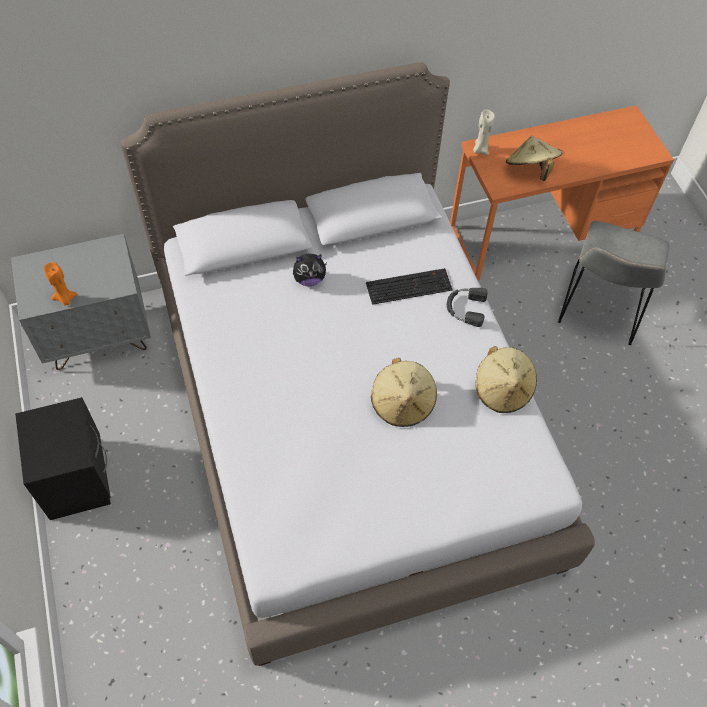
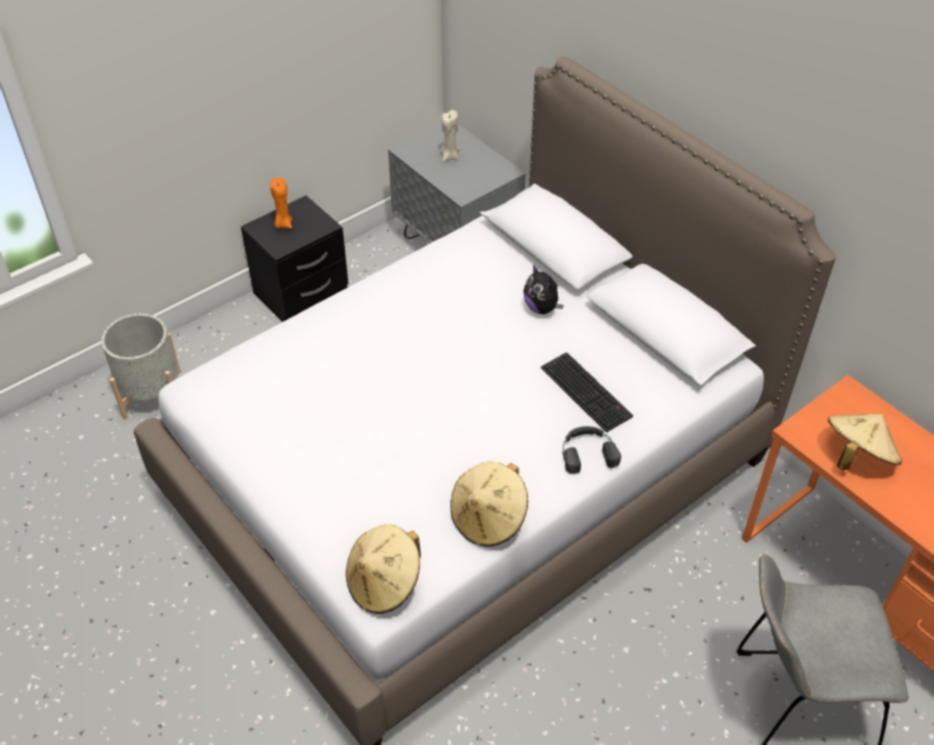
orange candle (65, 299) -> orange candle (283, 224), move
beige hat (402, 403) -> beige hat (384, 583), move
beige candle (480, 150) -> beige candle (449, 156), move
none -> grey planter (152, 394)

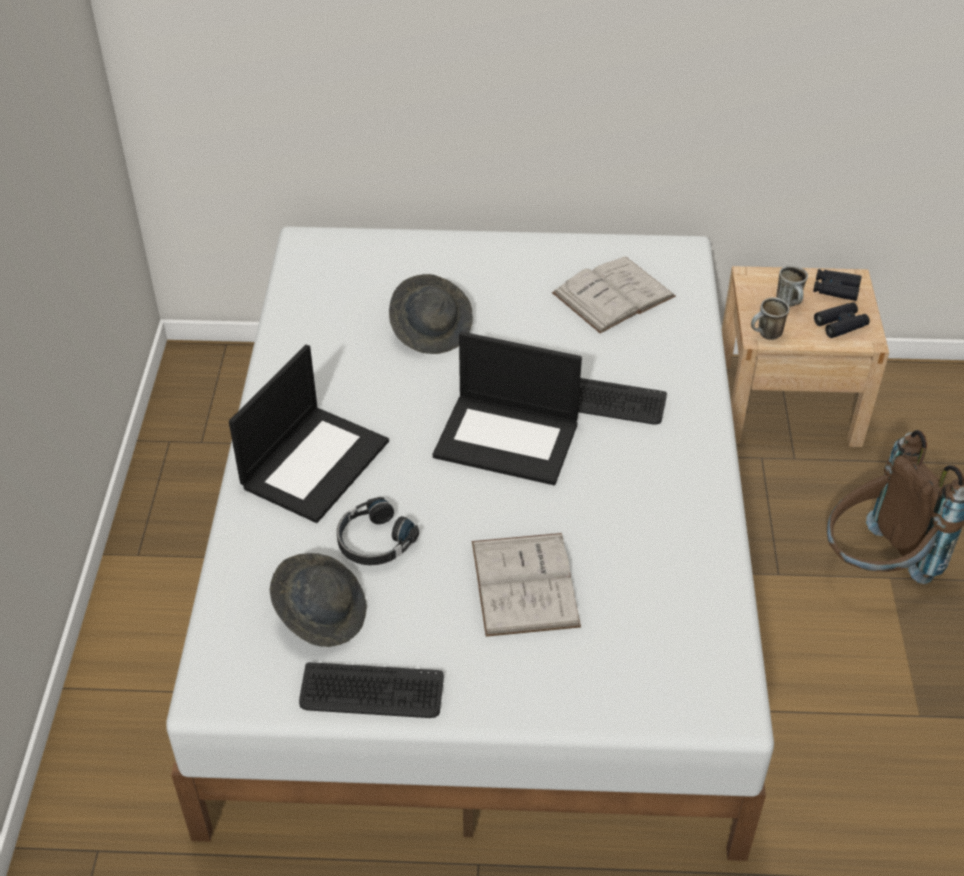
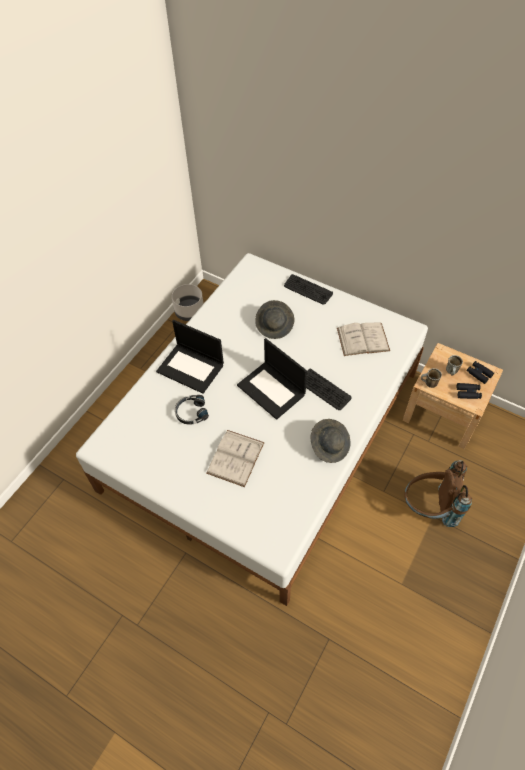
laptop (315, 462) -> laptop (191, 368), 60 degrees clockwise
grey hat (321, 613) -> grey hat (330, 445), move
keyboard (371, 692) -> keyboard (307, 290), move
none -> grey planter (190, 311)

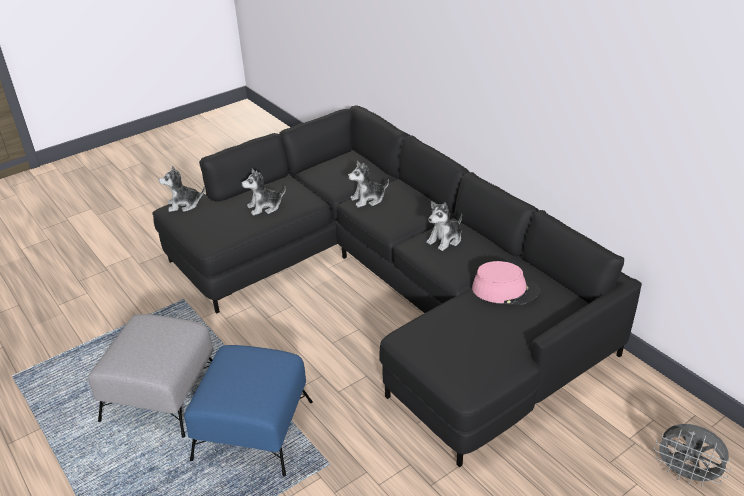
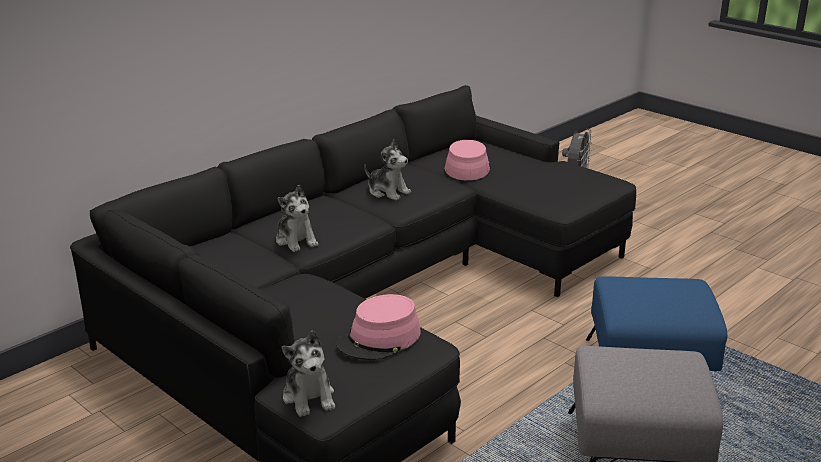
plush toy (265, 207) -> none
none -> pink hat (379, 339)

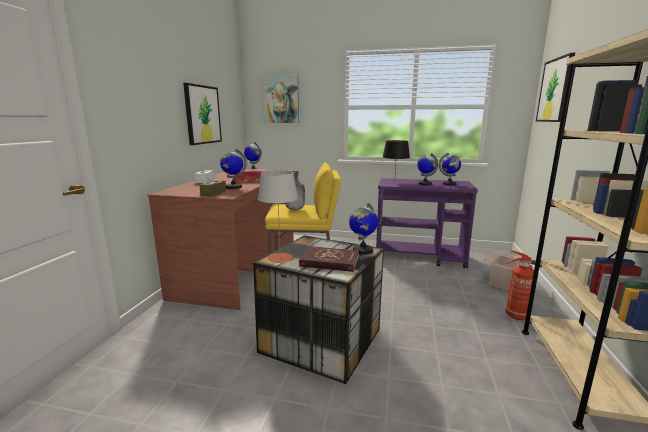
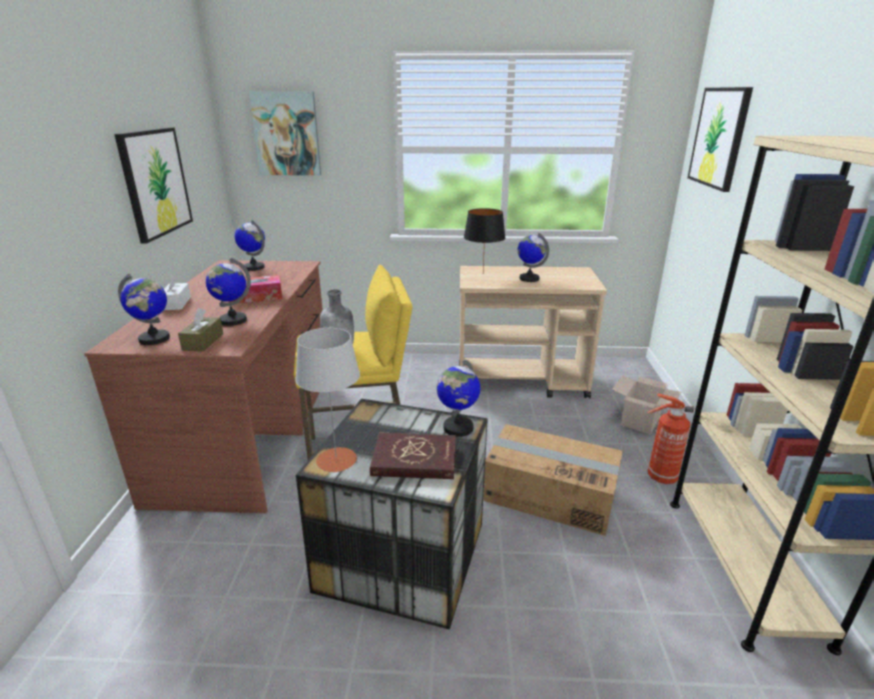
purple cart (420, 256) -> beige cart (521, 381)
globe (449, 184) -> globe (154, 339), move
none -> cardboard box (550, 494)

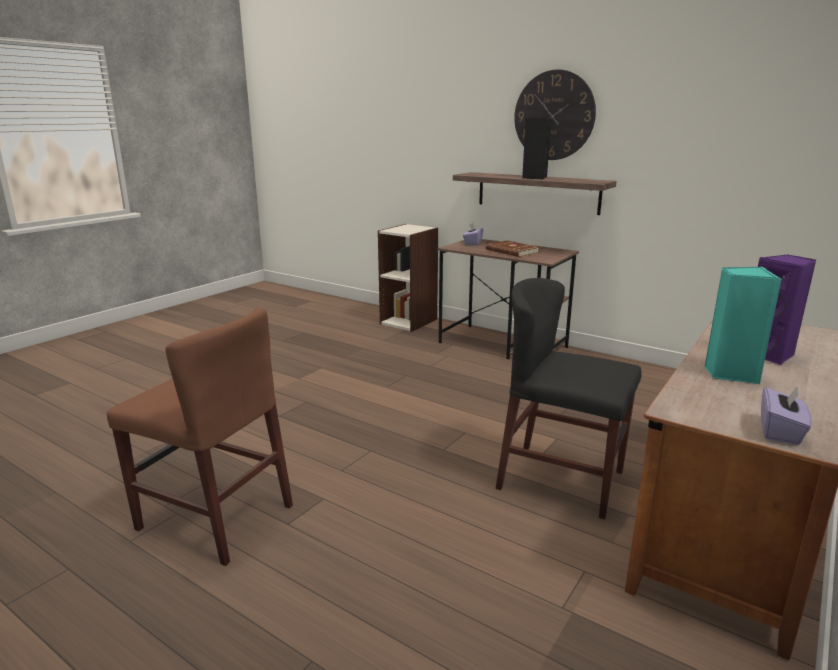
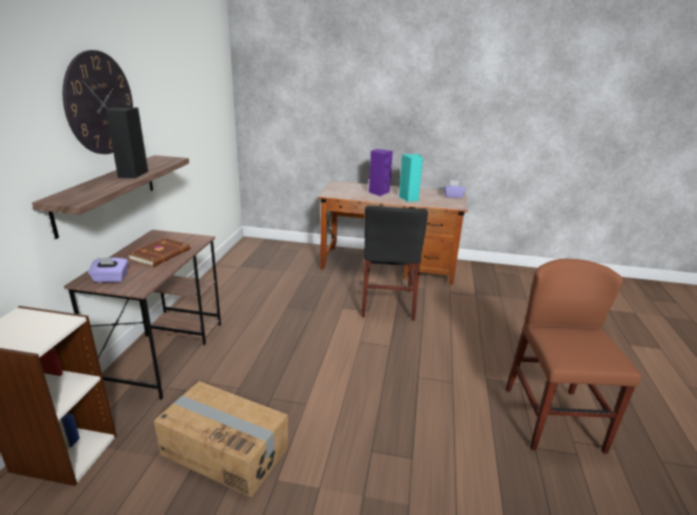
none -> cardboard box (225, 450)

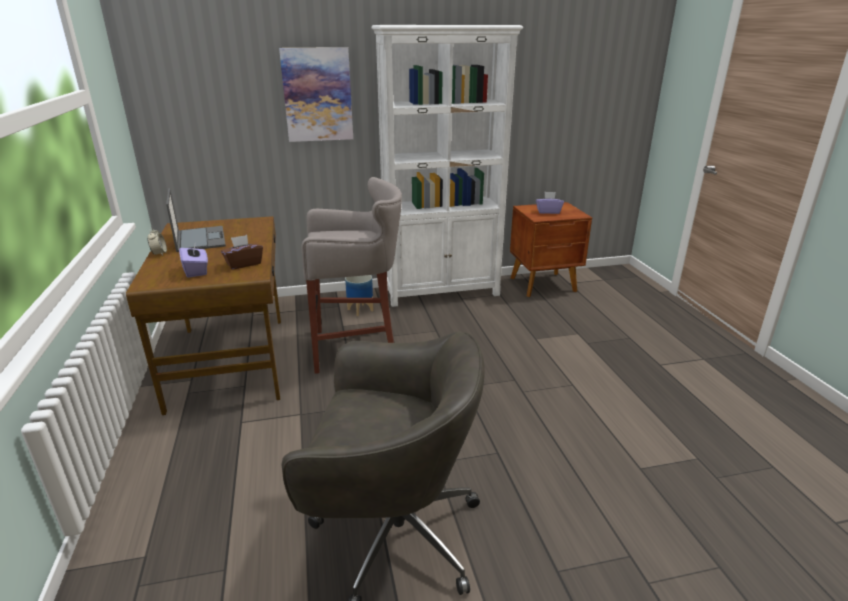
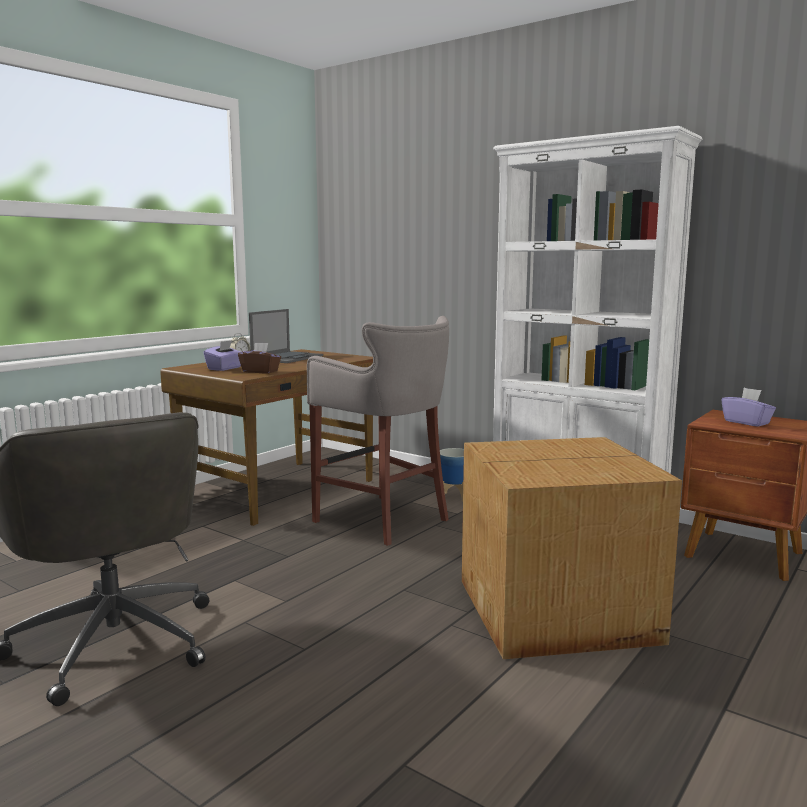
picture (317, 95) -> none
none -> cardboard box (559, 611)

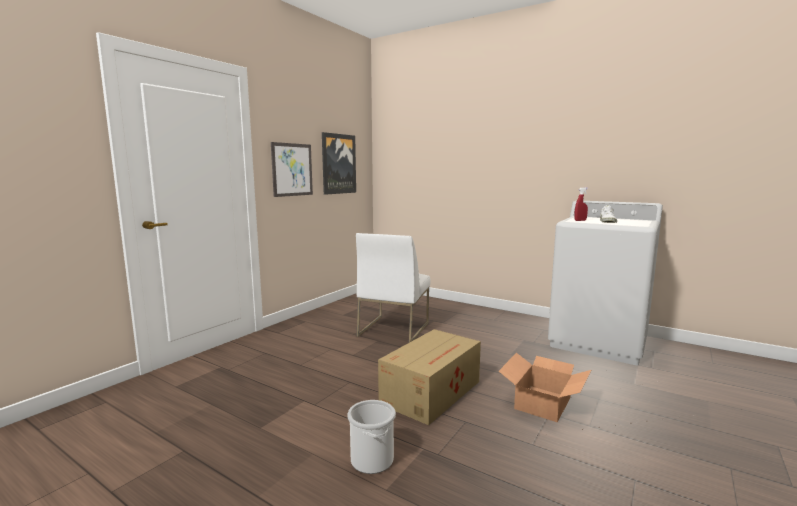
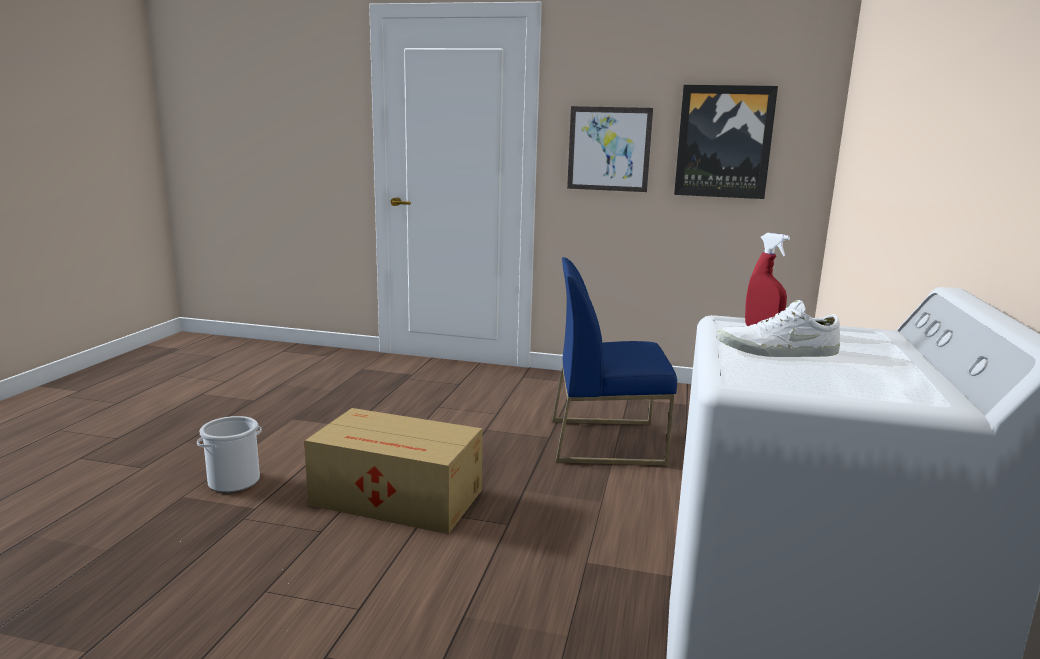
white chair (393, 329) -> blue chair (607, 441)
cardboard box (543, 403) -> none

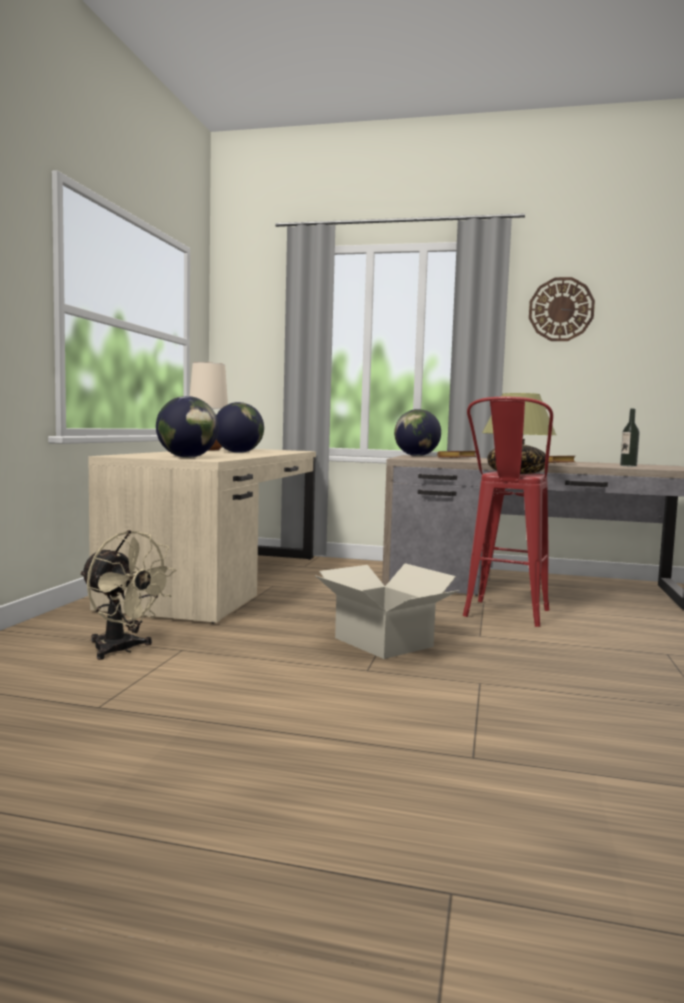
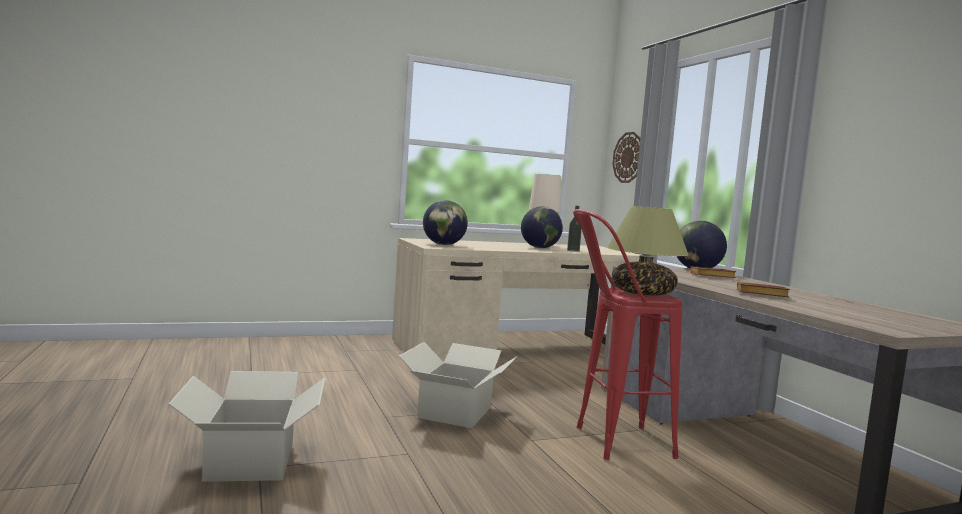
beige fan (122, 650) -> none
wall clock (561, 309) -> wall clock (628, 157), move
bottle (628, 466) -> bottle (573, 251), move
none -> cardboard box (251, 461)

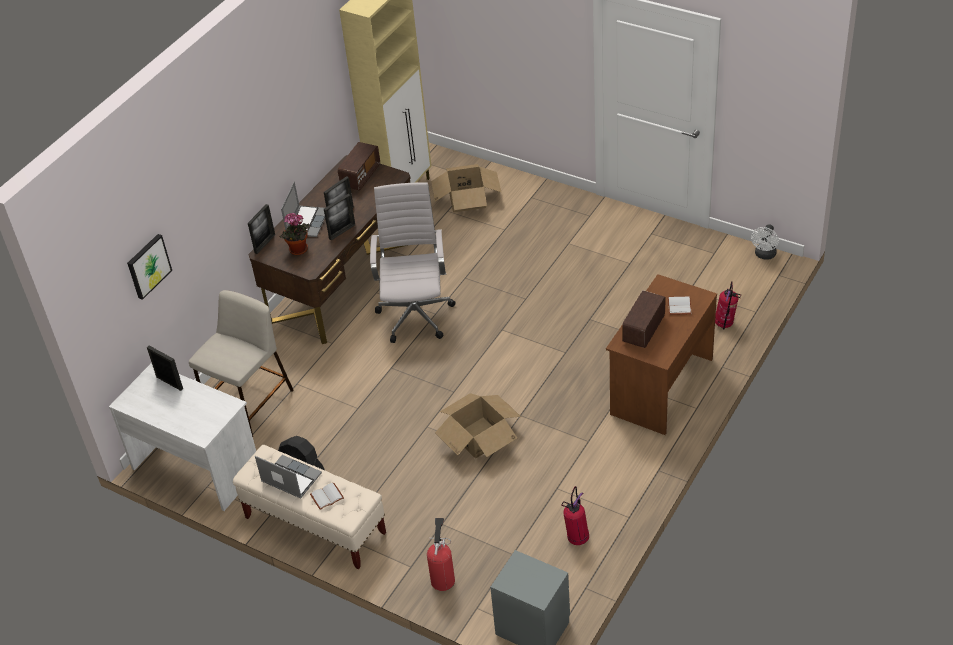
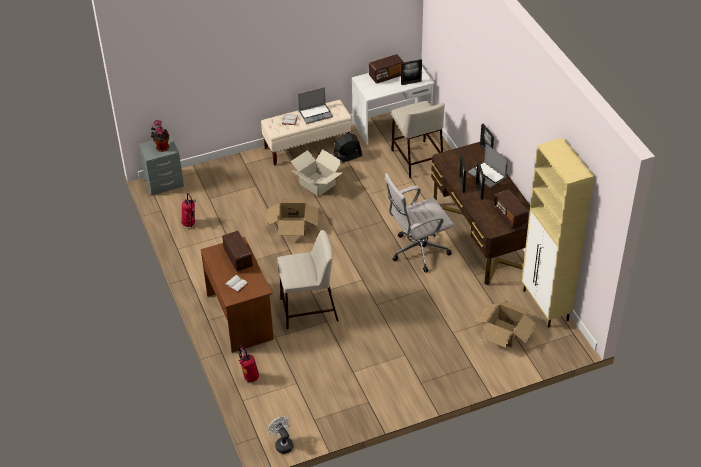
picture (148, 266) -> none
potted plant (298, 251) -> potted plant (161, 147), move
white office chair (415, 314) -> white office chair (417, 252), 120 degrees clockwise
fire extinguisher (443, 578) -> none
none -> beige stool (308, 310)
none -> cardboard box (317, 184)
none -> radio (386, 76)

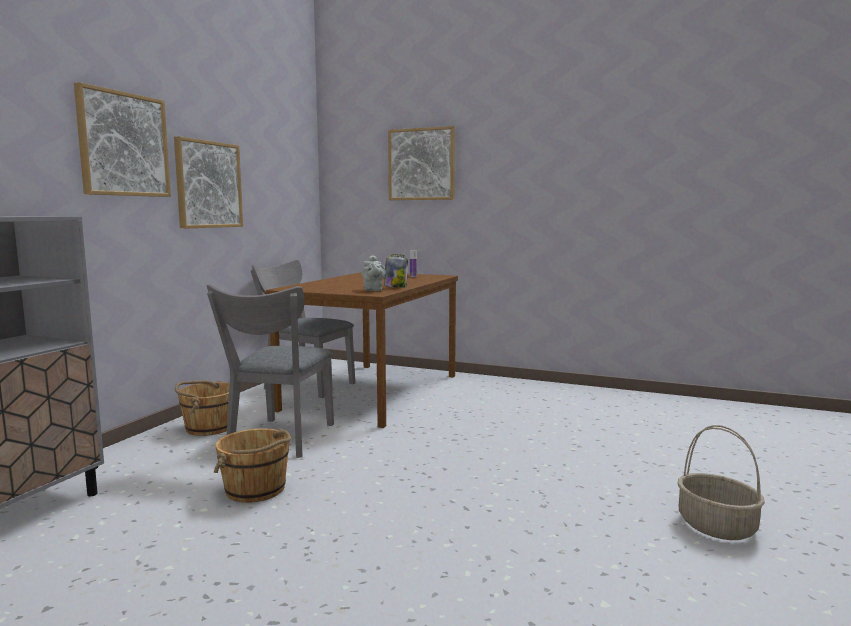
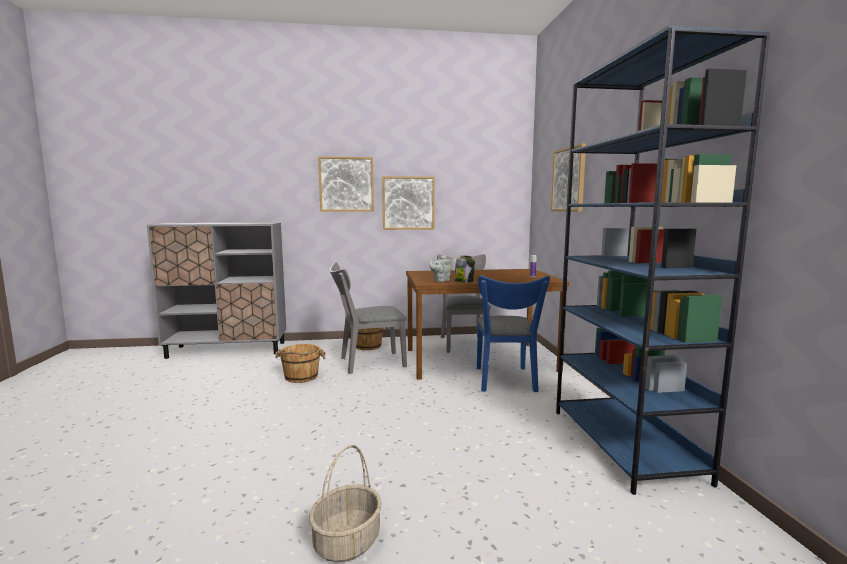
none -> blue chair (505, 381)
none -> blue bookcase (625, 444)

